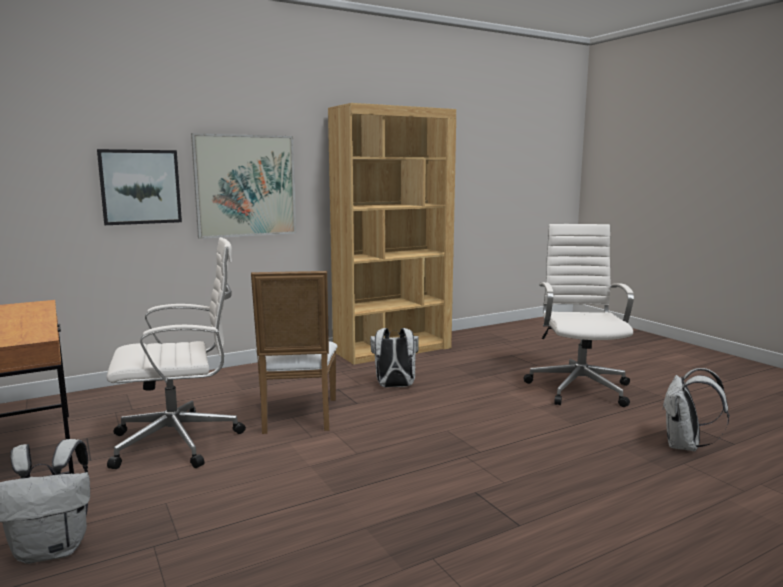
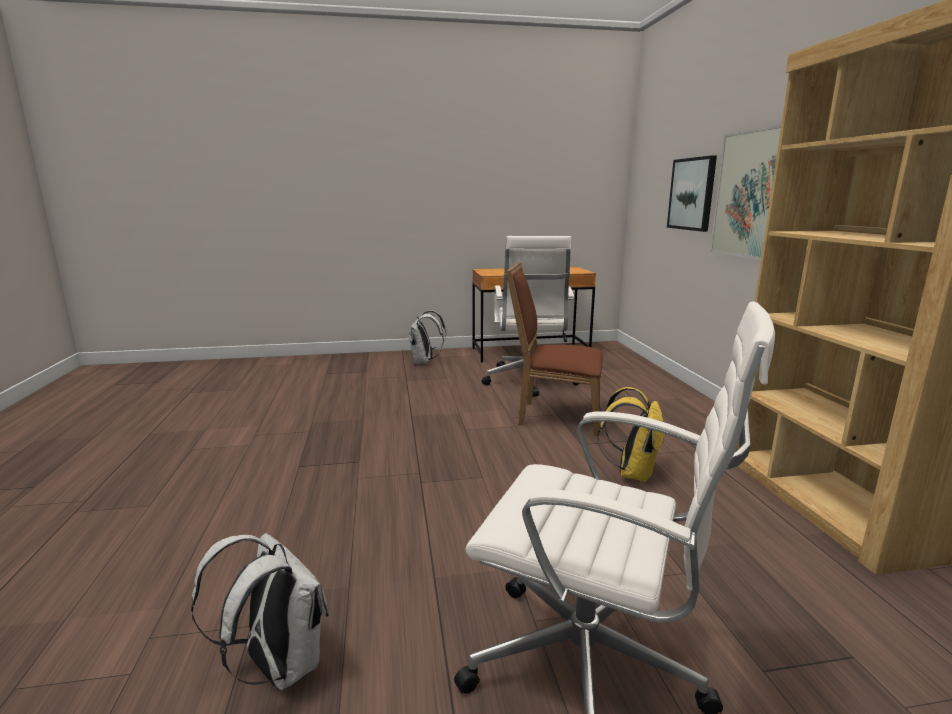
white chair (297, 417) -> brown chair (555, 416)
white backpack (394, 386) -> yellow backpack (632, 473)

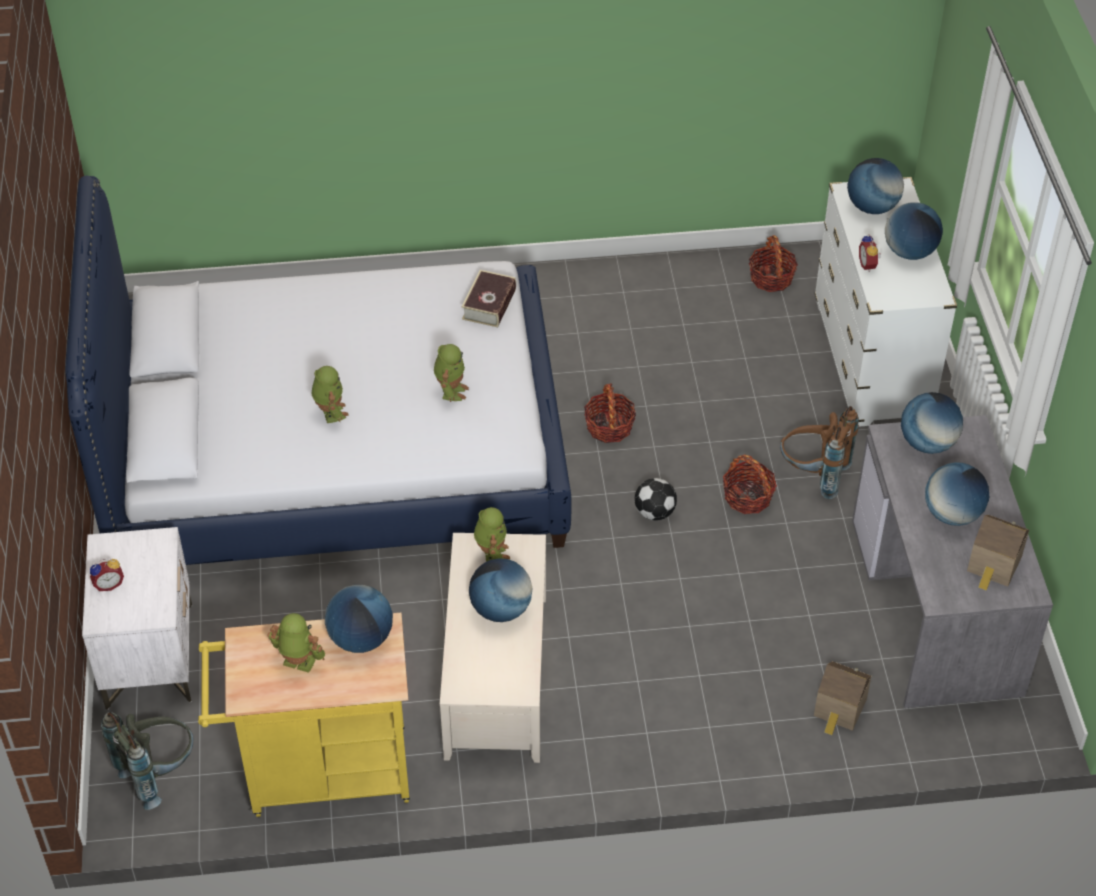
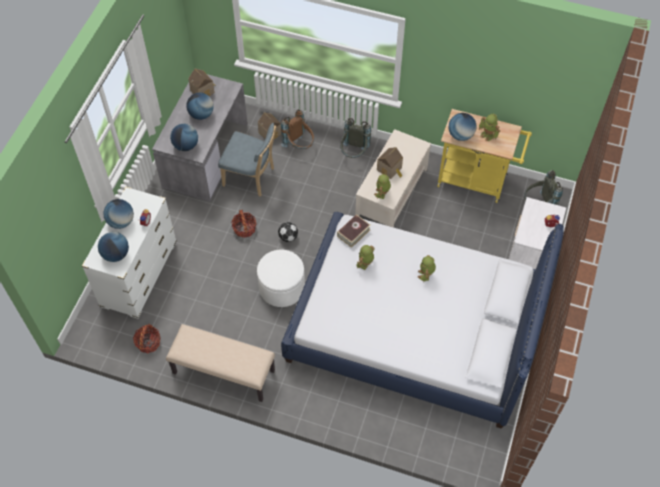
book (489, 304) -> book (353, 233), move
globe (501, 609) -> toy house (390, 169)
basket (609, 427) -> white ottoman (282, 288)
brown backpack (813, 475) -> brown backpack (299, 146), move
none -> beige bench (223, 372)
none -> blue chair (251, 178)
none -> grey backpack (354, 153)

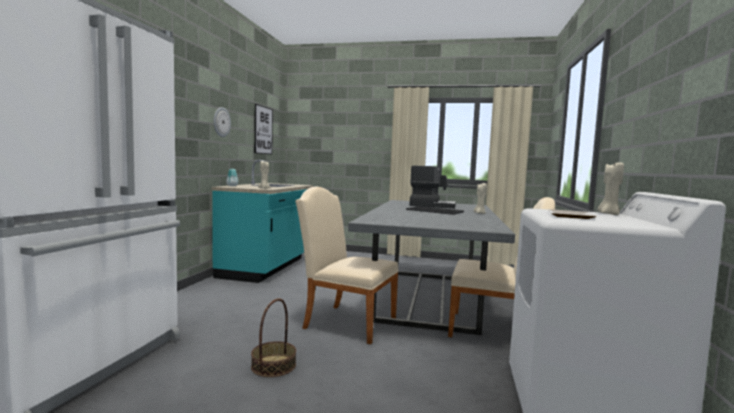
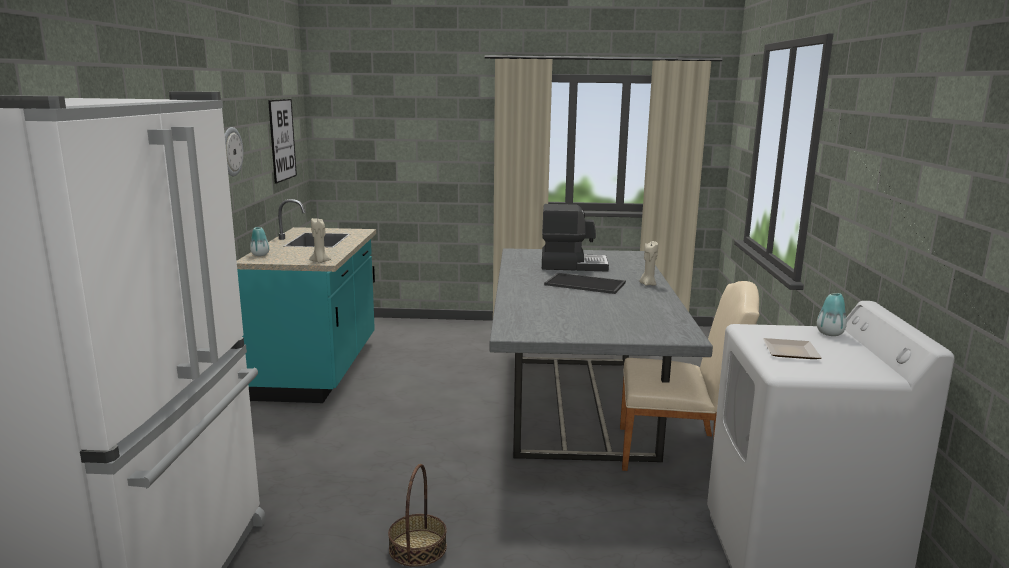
beige chair (345, 322) -> none
beige candle (608, 214) -> vase (830, 333)

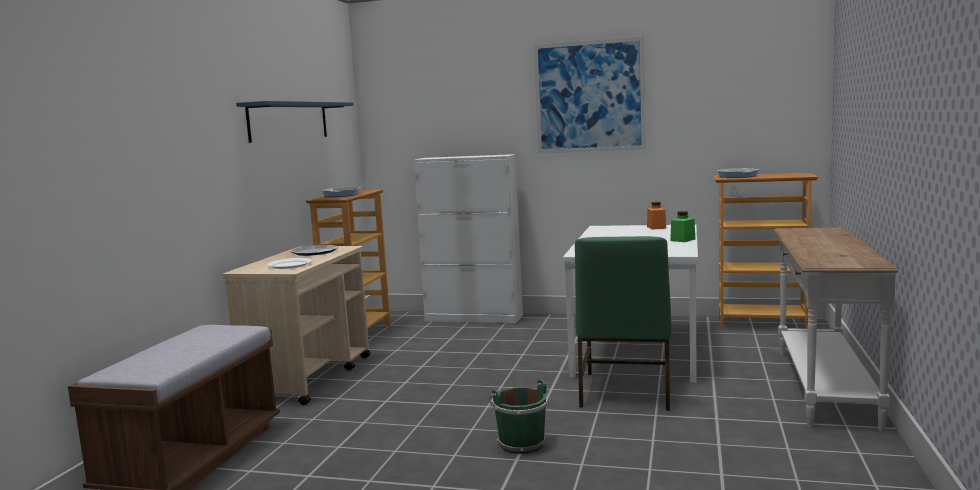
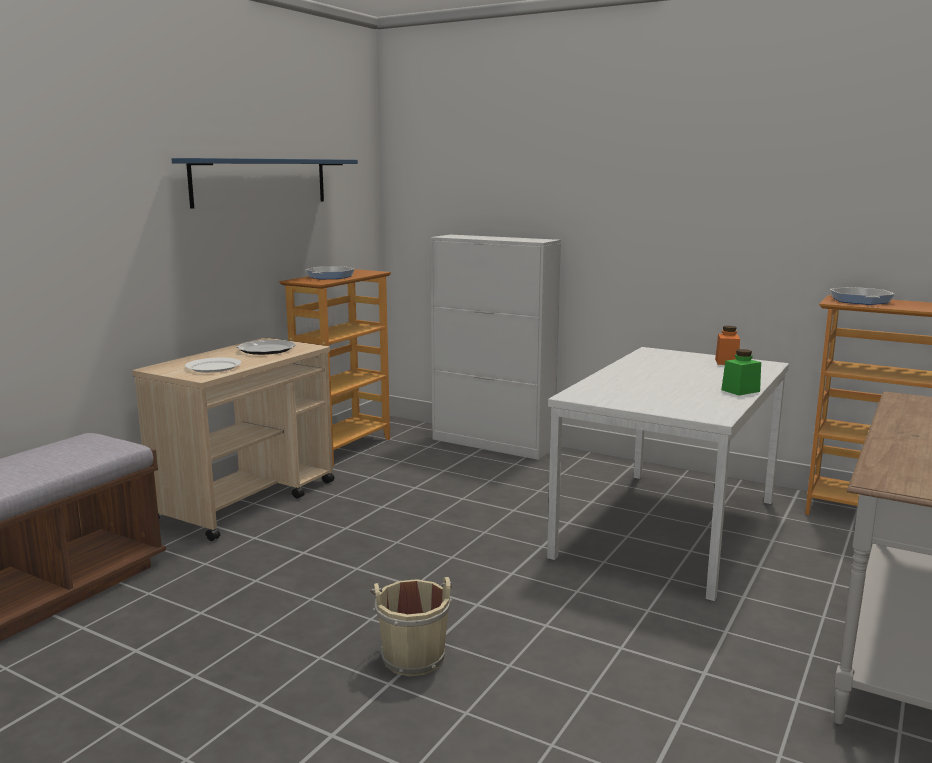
green bucket (520, 443) -> beige bucket (412, 656)
picture (589, 96) -> none
green chair (624, 391) -> none

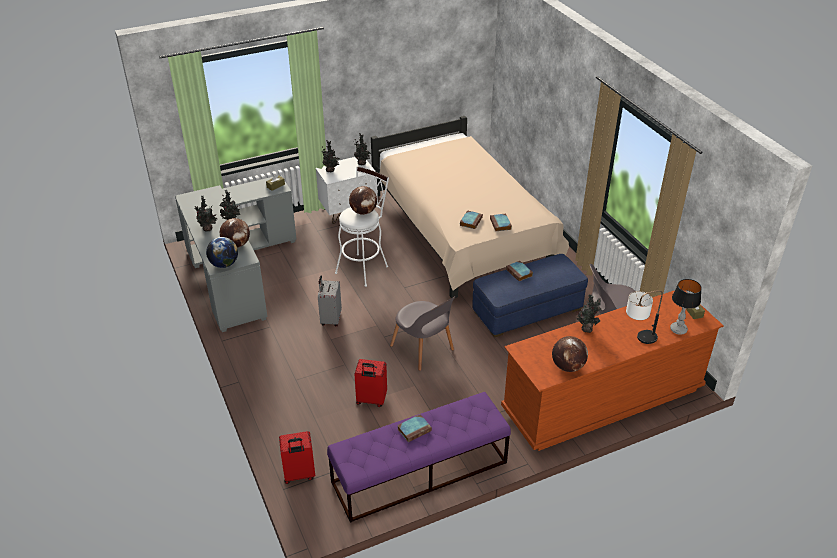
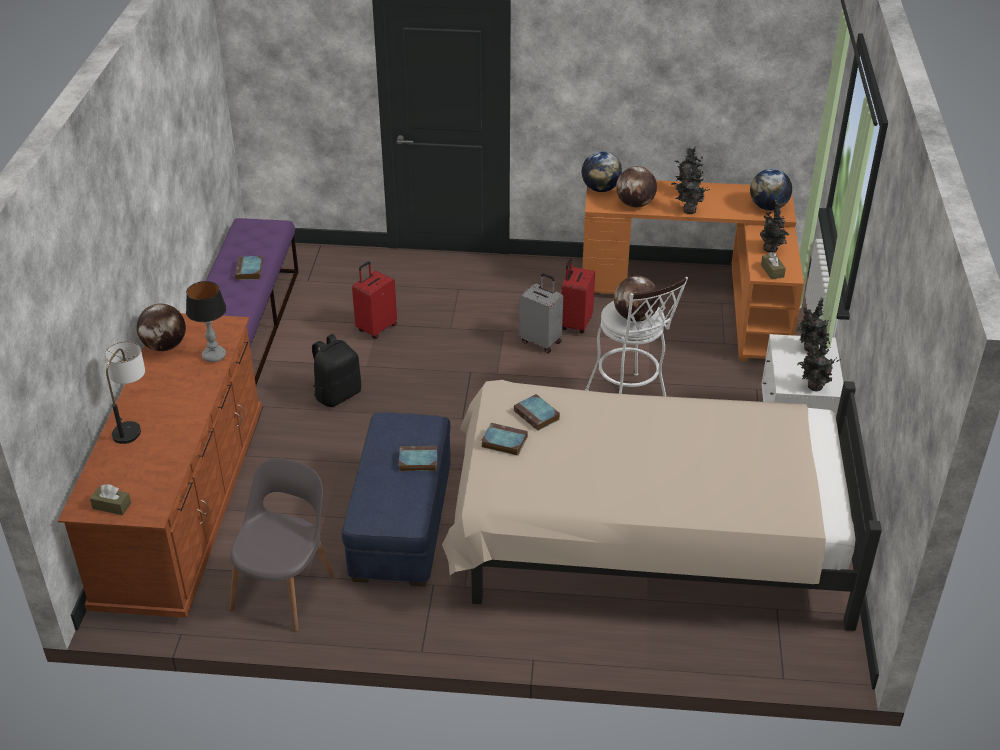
grey desk (235, 271) -> orange desk (701, 296)
red suitcase (299, 475) -> red suitcase (575, 324), move
grey chair (423, 349) -> none
potted plant (586, 328) -> potted plant (771, 250), move
table lamp (678, 329) -> table lamp (213, 356), move
none -> black backpack (337, 394)
none -> globe (768, 207)

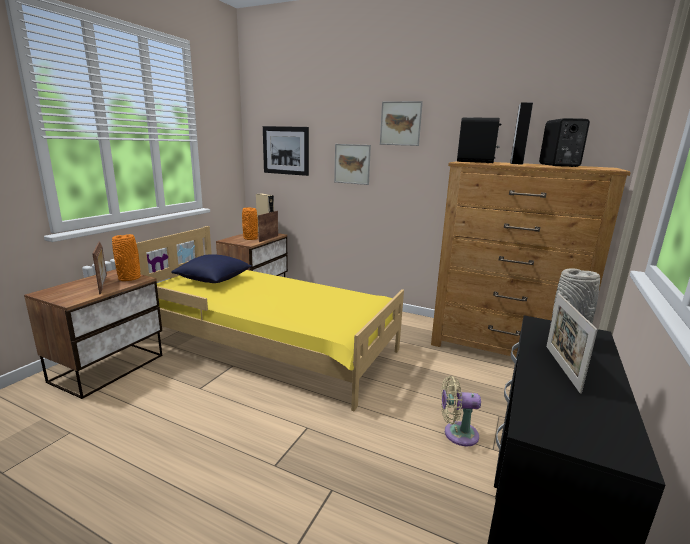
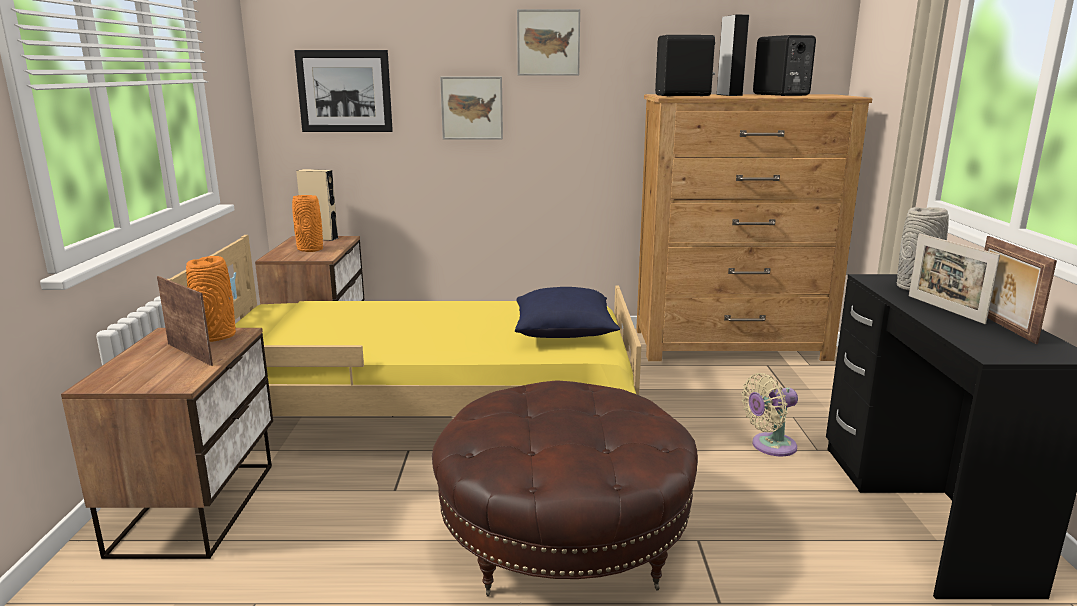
blue pillow (214, 280) -> blue pillow (564, 333), move
picture frame (268, 238) -> picture frame (1001, 325), move
none -> brown ottoman (564, 539)

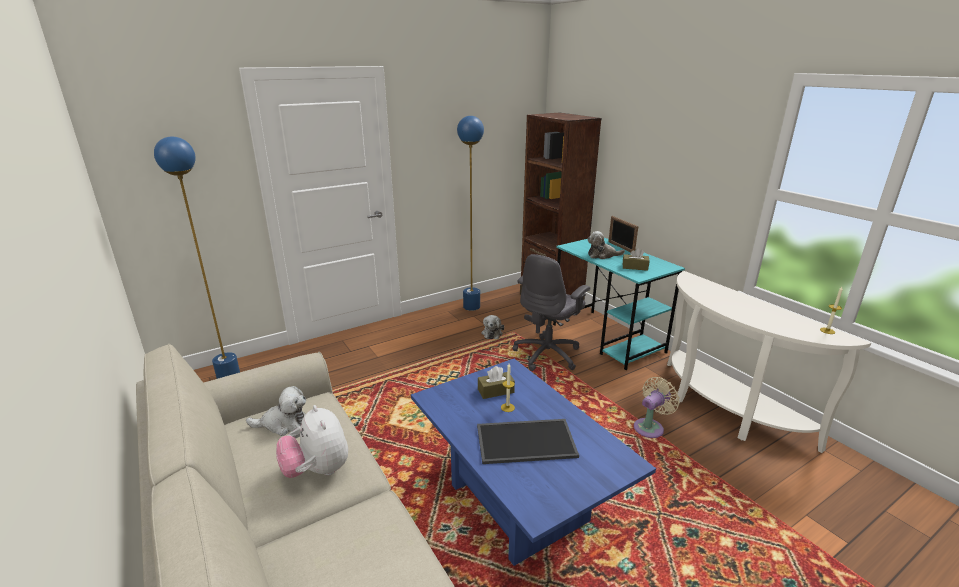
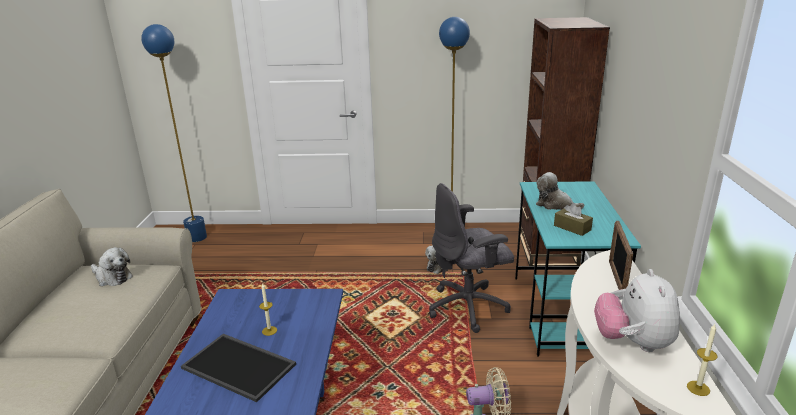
plush toy (317, 470) -> plush toy (632, 342), move
brown tissue box (495, 391) -> none
picture frame (620, 247) -> picture frame (616, 279), move

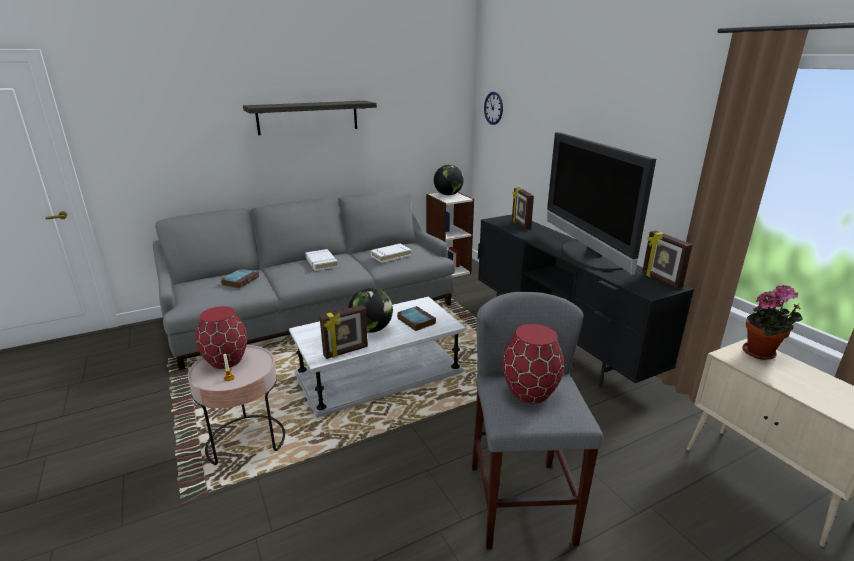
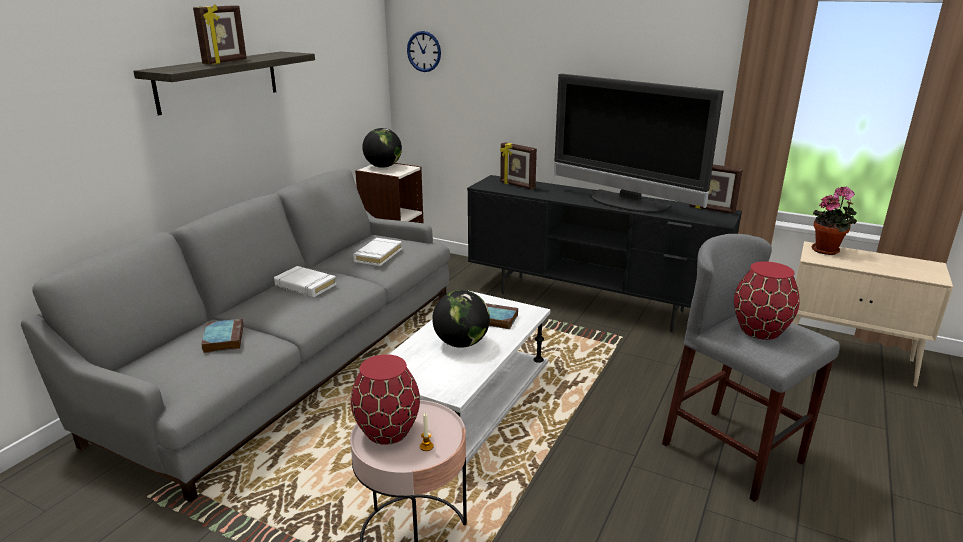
picture frame (346, 352) -> picture frame (226, 62), move

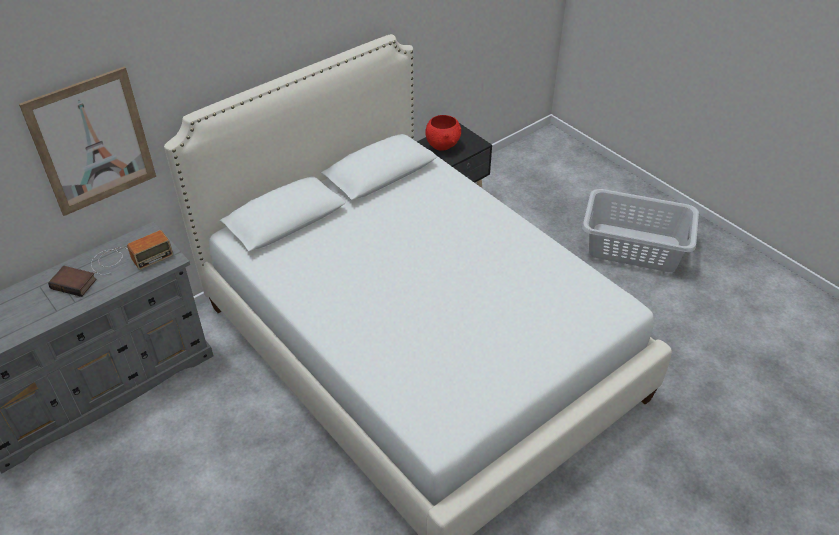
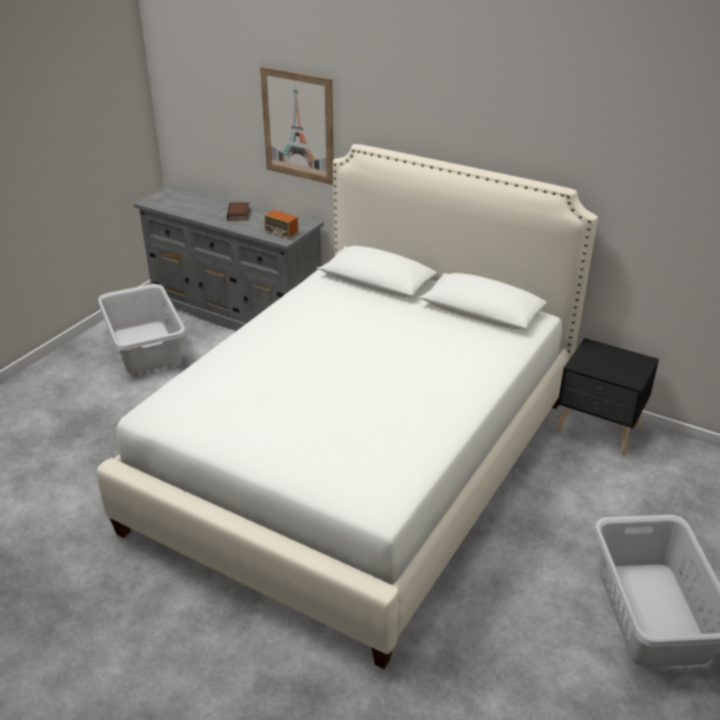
red bowl (443, 145) -> none
none -> grey laundry basket (146, 347)

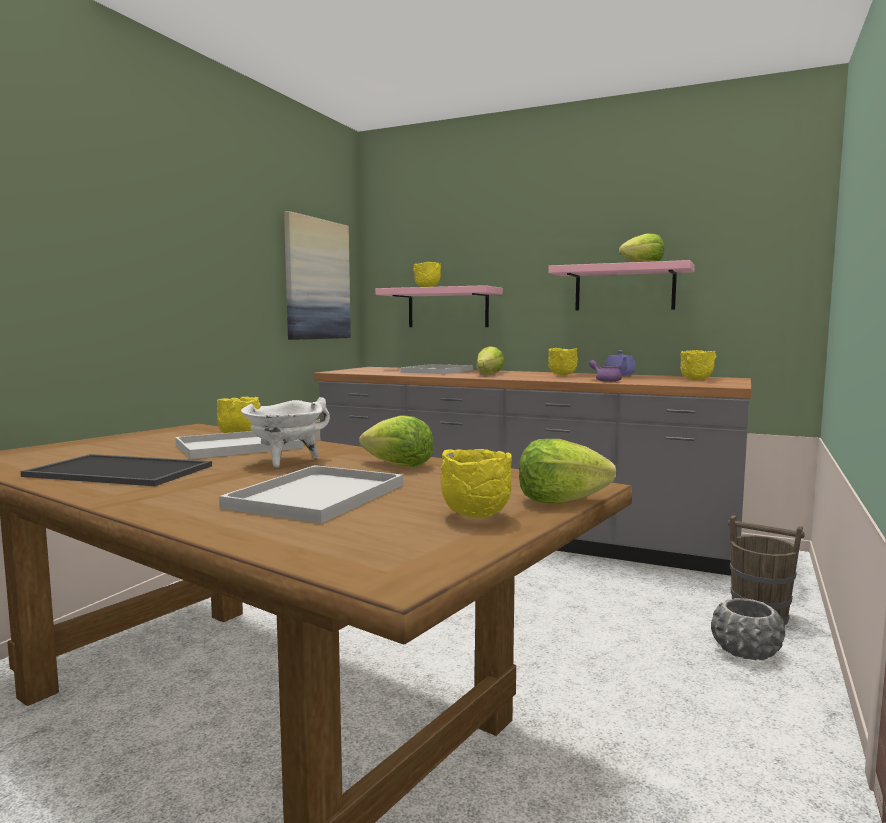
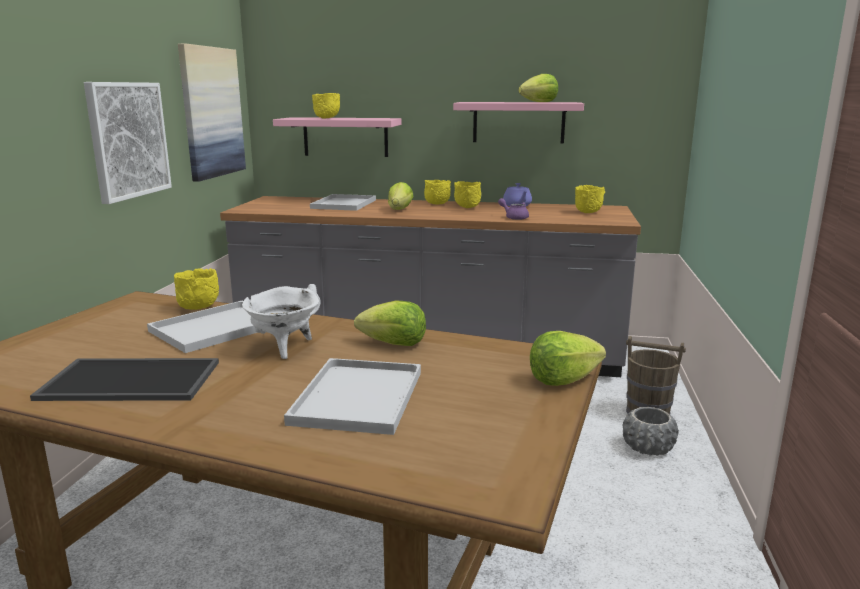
yellow bowl (474, 516) -> yellow bowl (436, 204), move
none -> picture (128, 140)

